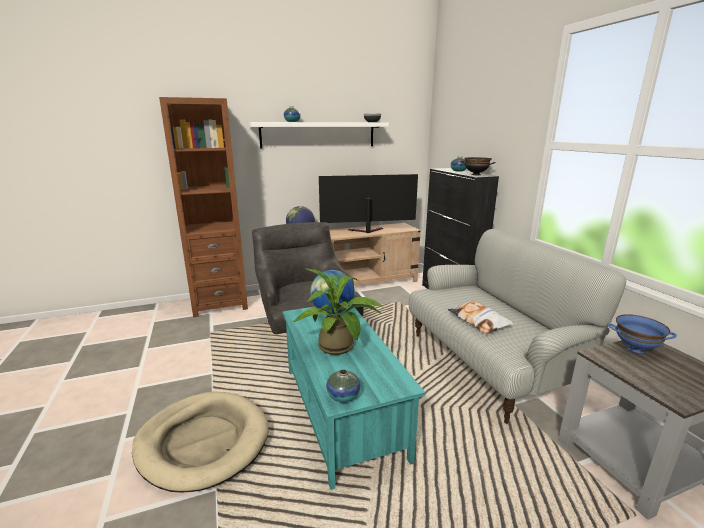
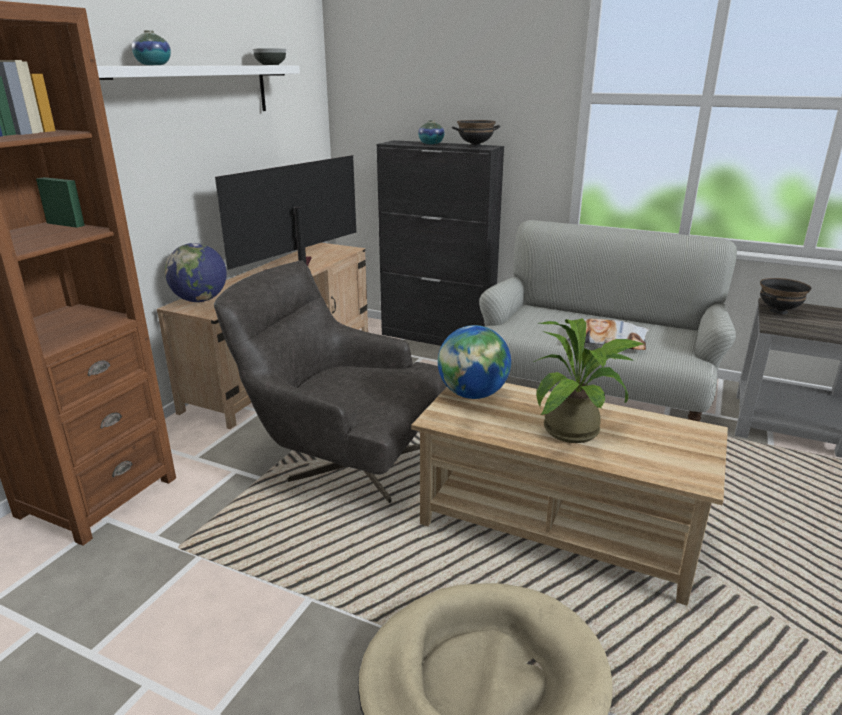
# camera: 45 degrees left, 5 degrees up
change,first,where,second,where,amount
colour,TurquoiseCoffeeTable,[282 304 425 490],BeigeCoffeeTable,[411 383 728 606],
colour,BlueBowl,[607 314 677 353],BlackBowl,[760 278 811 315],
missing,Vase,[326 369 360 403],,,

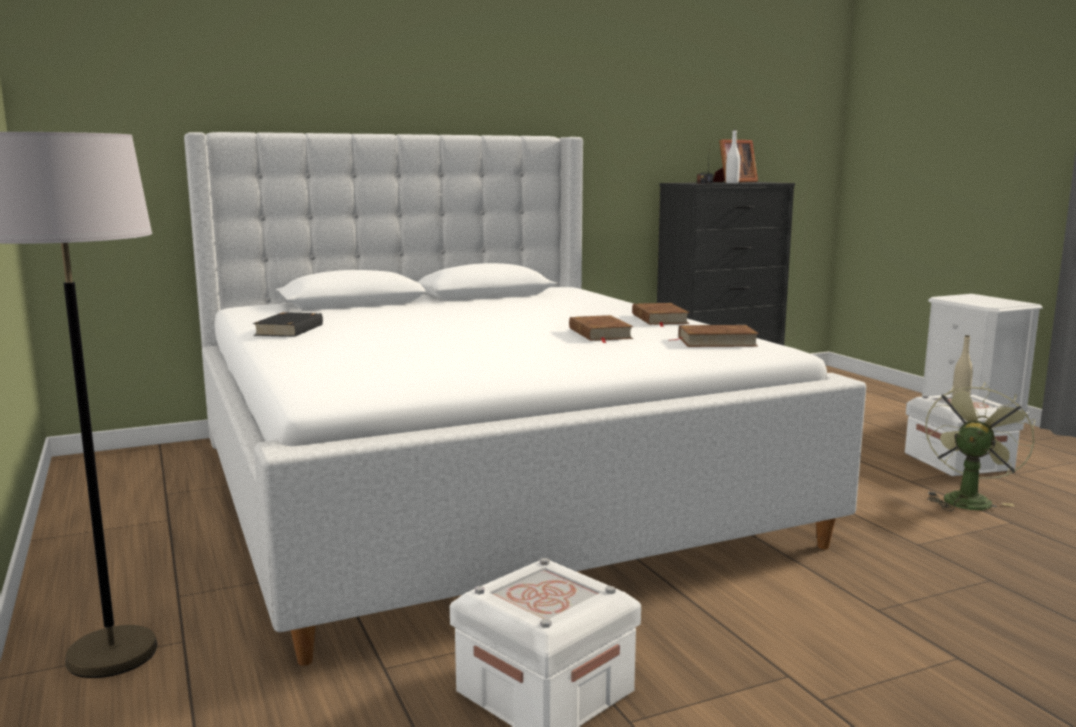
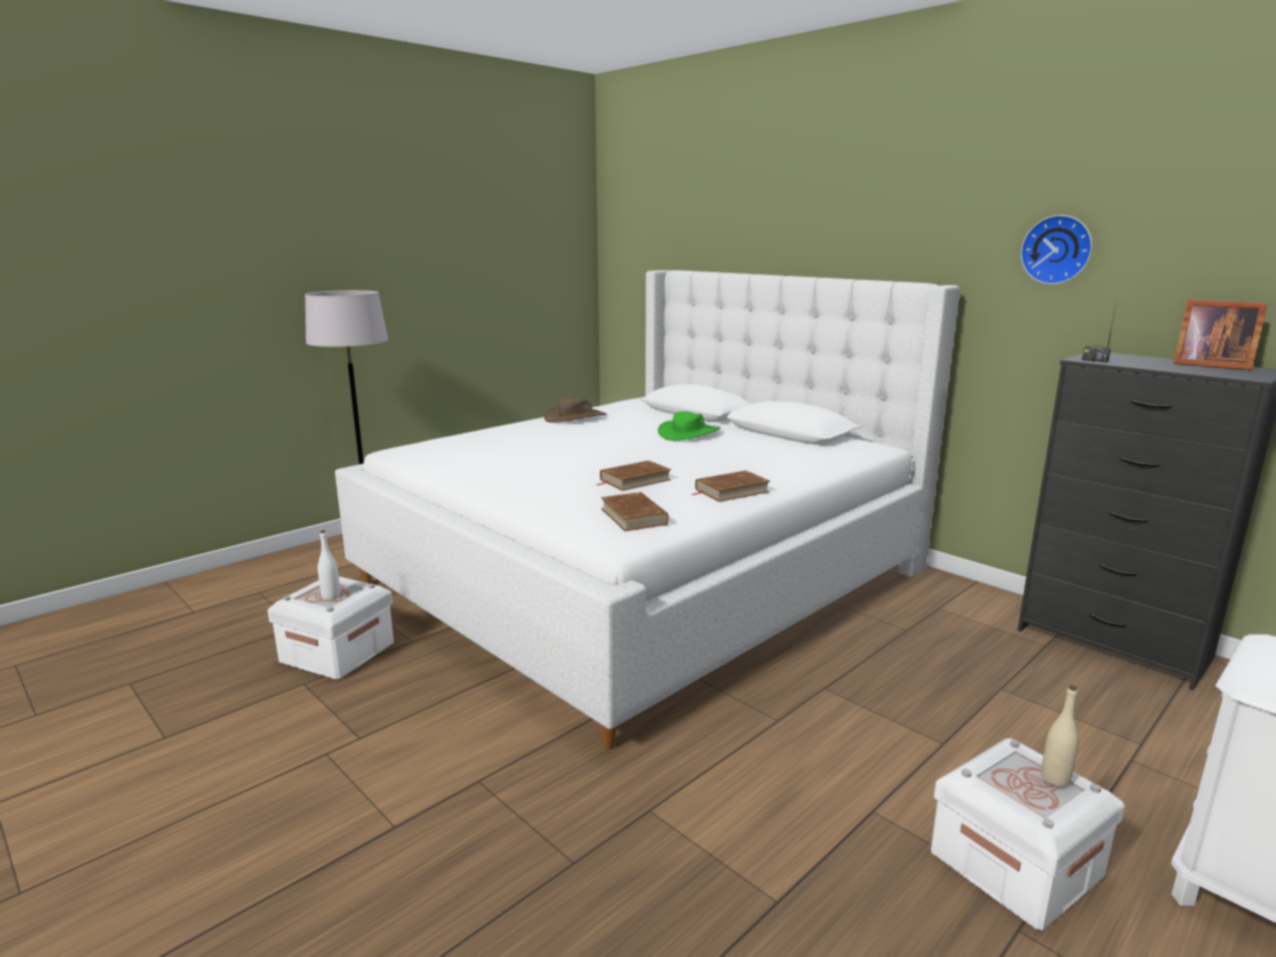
# camera: 70 degrees right, 5 degrees up
change,first,where,second,where,amount
relocated,WhiteBottle,[726 130 740 183],,[318 530 340 600],
exchanged,BlackBook,[253 312 323 337],BrownHat,[544 397 607 423],
appeared,,,GreenHat,[658 411 721 441],
appeared,,,WallClock,[1020 215 1092 285],
missing,GreenFan,[925 382 1035 511],,,

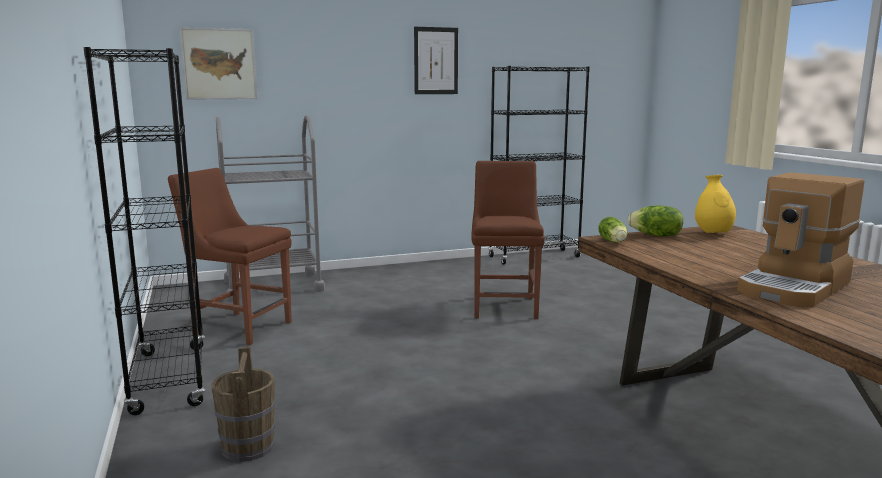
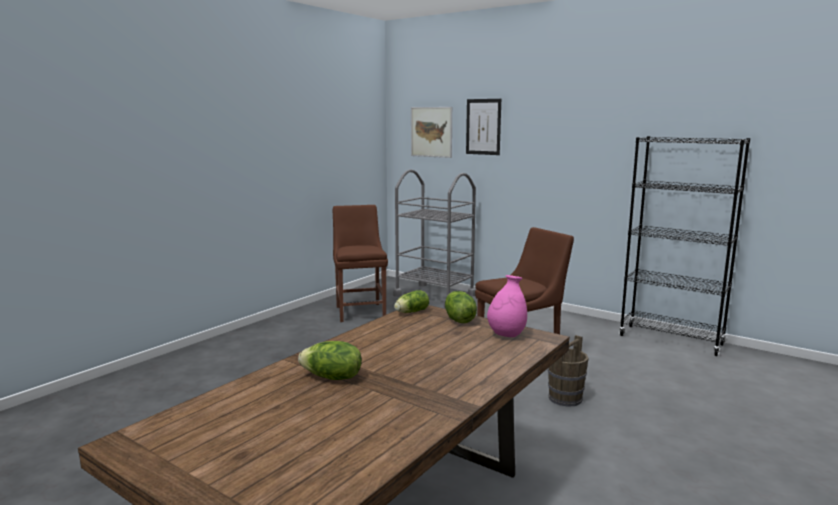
# camera: 55 degrees right, 0 degrees up
change,first,where,second,where,amount
exchanged,CoffeeMachine,[737 172 864 307],Lettuce,[298 341 362 380],
relocated,Picture,[414 27 458 94],,[466 99 501 155],
colour,YellowVase,[695 175 736 233],PinkVase,[487 275 527 337],
relocated,BrownBucket,[211 347 275 462],,[548 335 588 407],
missing,BlackBookcase,[84 47 205 415],,,

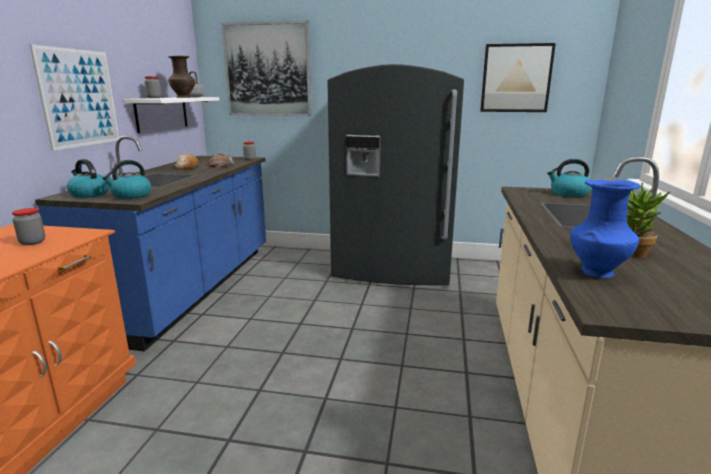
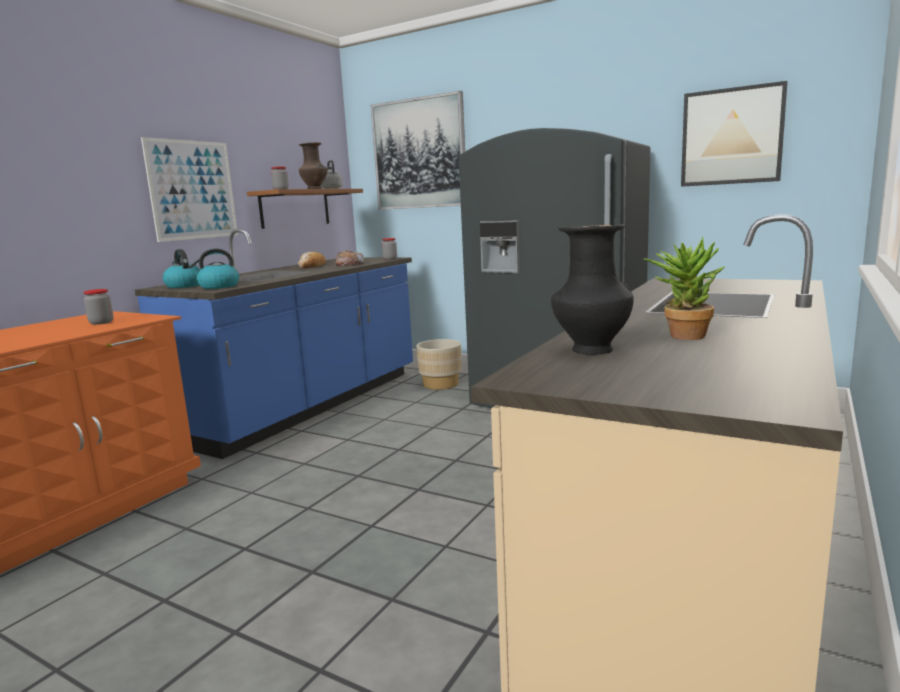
# camera: 20 degrees right, 5 degrees down
change,first,where,second,where,amount
colour,WhiteShelf,[124 97 220 133],BrownShelf,[247 189 363 229],
appeared,,,BeigePlanter,[417 339 461 390],
colour,BlueVase,[570 179 641 278],BlackVase,[551 224 634 354],
missing,Kettle,[547 159 591 197],,,

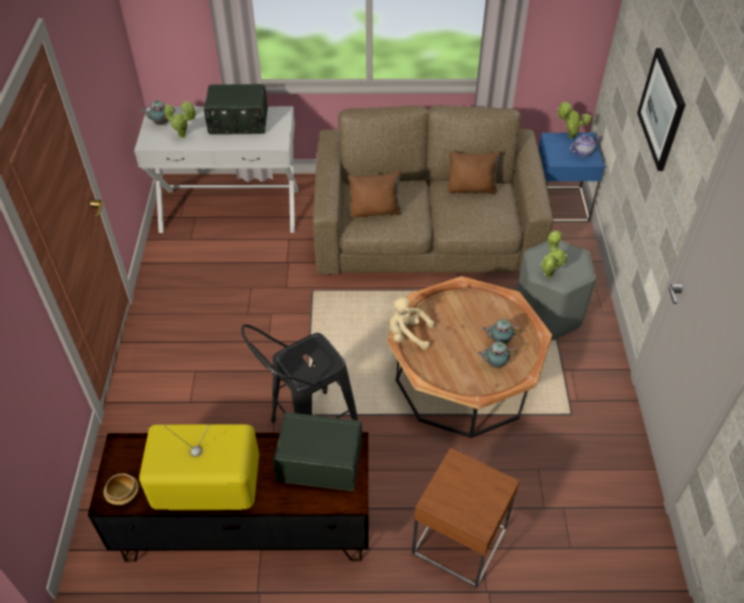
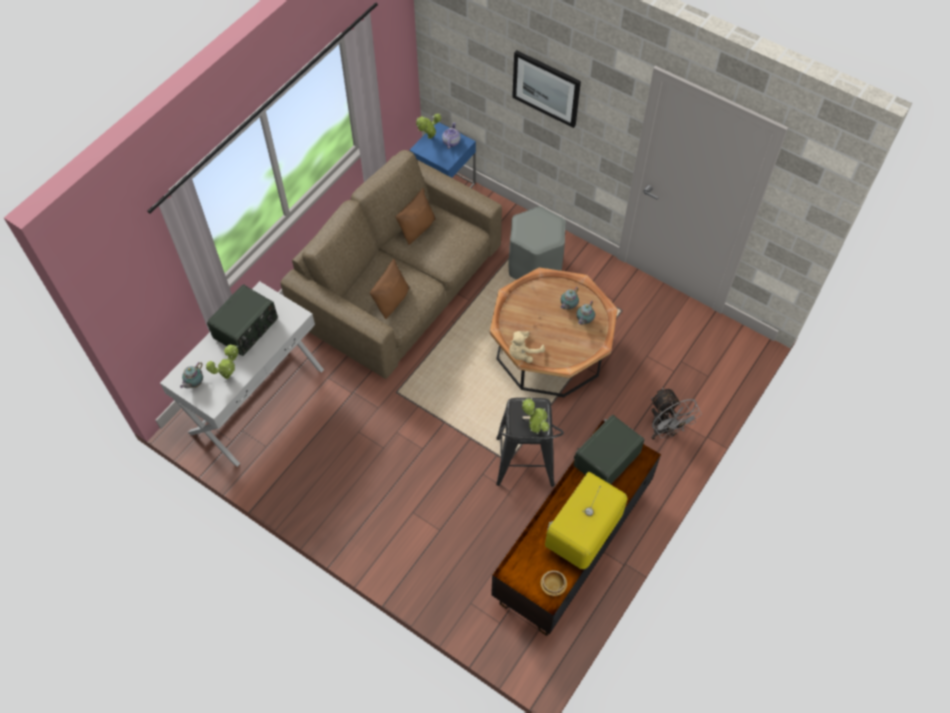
# camera: 55 degrees left, 10 degrees up
change,first,where,second,where,amount
relocated,PottedPlant,[540 231 567 278],,[522 398 550 434],
exchanged,BrownSideTable,[412 448 520 588],GreyFan,[651 388 702 440],

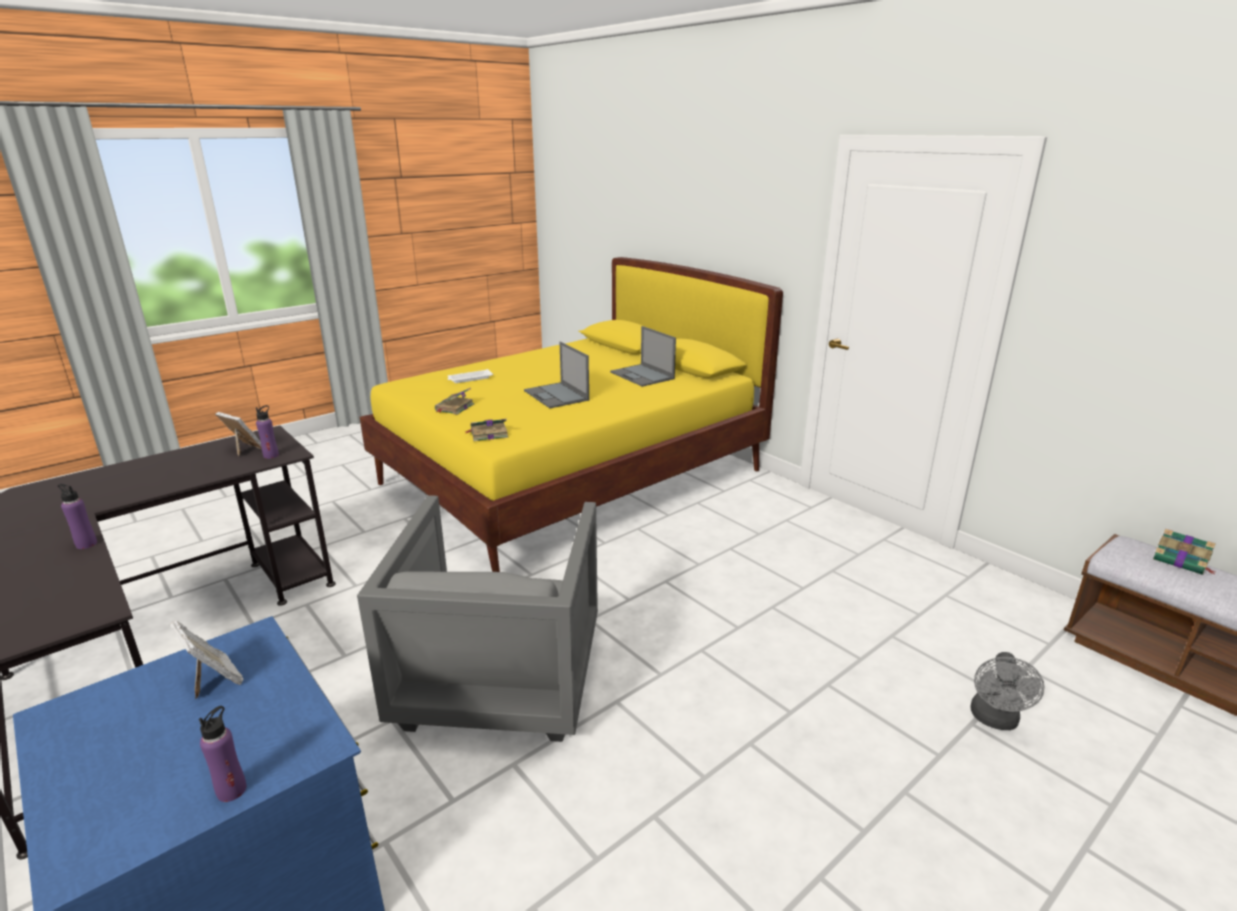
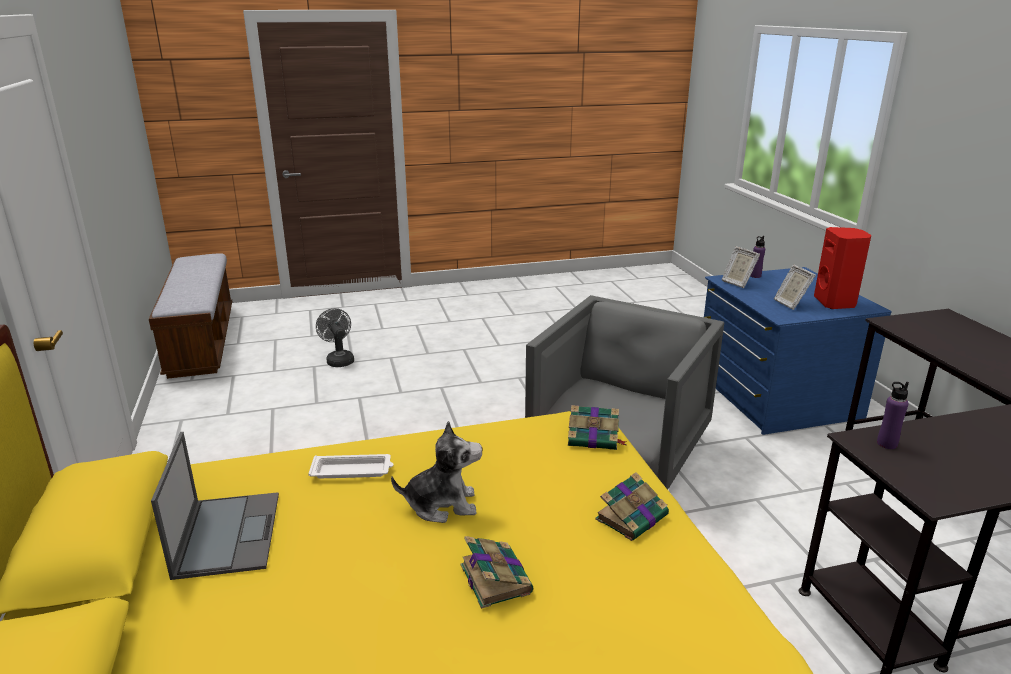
# camera: 155 degrees left, 0 degrees up
change,first,where,second,where,amount
relocated,WhiteTray,[447 369 493 383],,[308 454 394 478],
spun,GreyFan,[970 652 1045 730],,[316 308 354 367],75 degrees counterclockwise
exchanged,Laptop,[524 342 589 408],PlushToy,[391 421 483 523],
relocated,Book,[1153 529 1216 575],,[461 536 533 609],
relocated,PictureFrame,[215 412 262 457],,[722 246 760 288],
appeared,,,RedSpeaker,[814 227 871 309],
missing,PurpleBottle,[58 484 97 549],,,

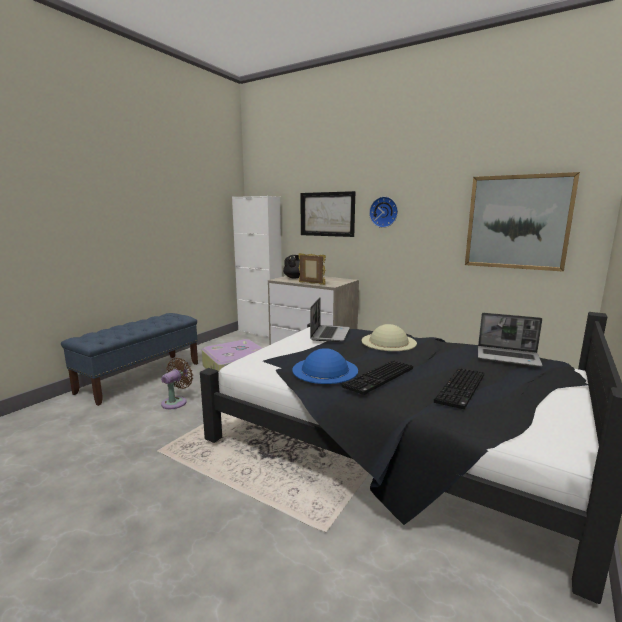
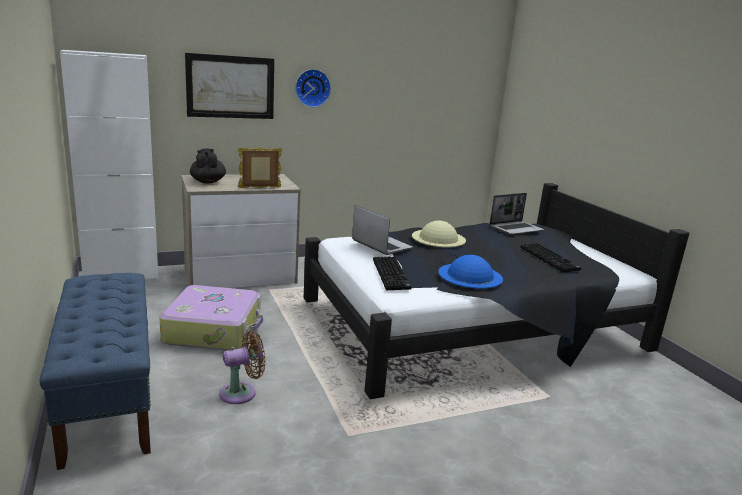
# camera: 55 degrees left, 5 degrees up
change,first,where,second,where,amount
spun,BrownFan,[161 358 193 409],,[220 331 265 404],90 degrees clockwise
relocated,Keyboard,[342 360 413 395],,[373 256 412 290],
missing,Picture,[465 172 580 272],,,

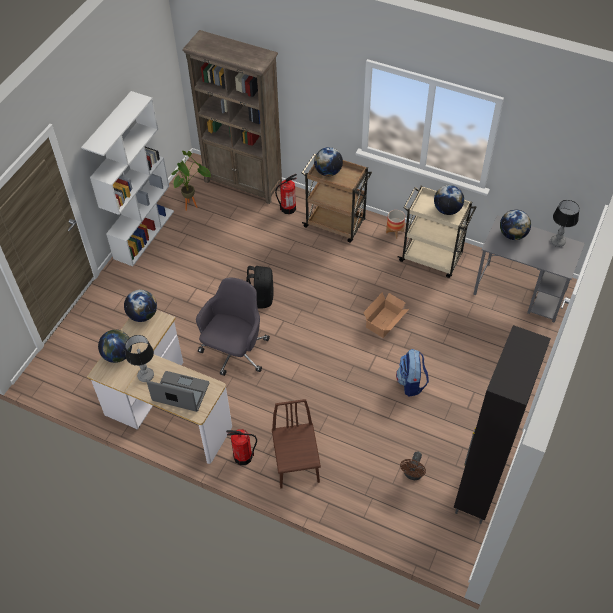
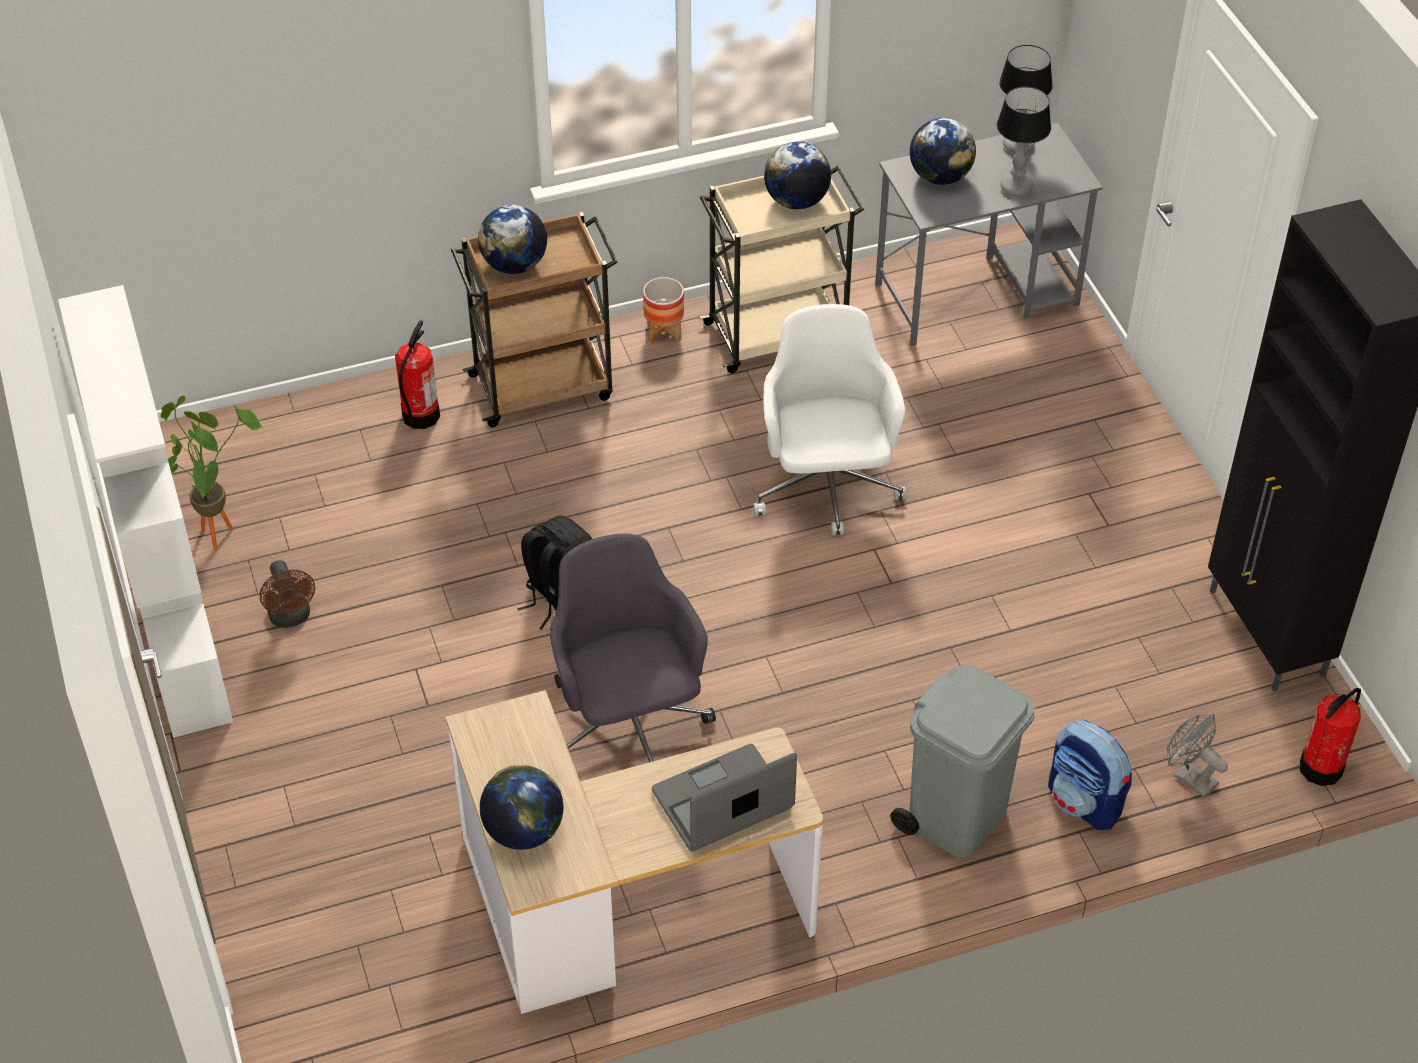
# camera: 45 degrees left, 5 degrees down
change,first,where,second,where,amount
relocated,BrownFan,[400 452 426 480],,[259 560 315 628],
exchanged,CardboardBox,[363 292 409 338],WhiteOfficeChair,[754 304 906 535],
exchanged,BrownChair,[272 399 321 489],GreyTrashCan,[890 665 1035 858],
relocated,TableLamp,[125 335 154 382],,[997 86 1051 196],
relocated,Backpack,[396 349 429 396],,[1048 720 1132 830],
appeared,,,GreyFan,[1167 714 1228 798],
relocated,FireExtinguisher,[226 429 257 465],,[1300 688 1361 786],
missing,Globe,[124 290 157 322],,,
missing,BrownBookcase,[182 30 282 204],,,

